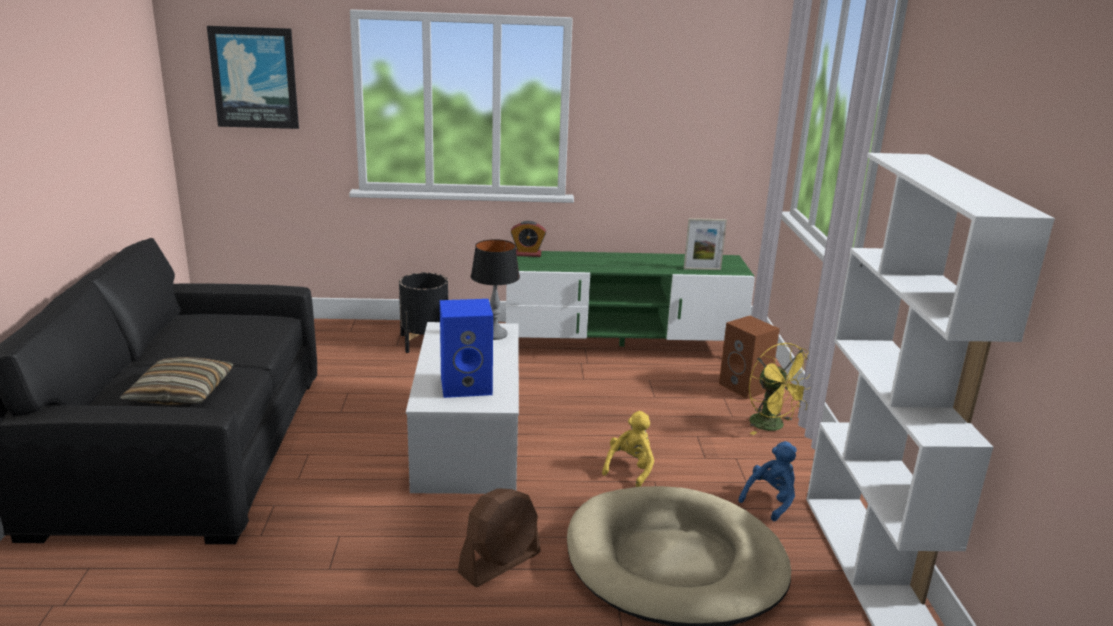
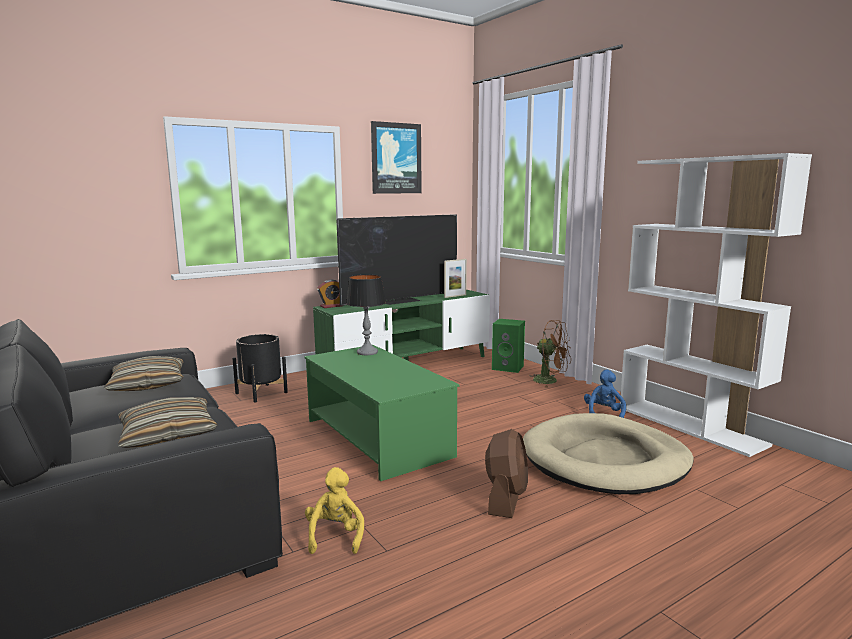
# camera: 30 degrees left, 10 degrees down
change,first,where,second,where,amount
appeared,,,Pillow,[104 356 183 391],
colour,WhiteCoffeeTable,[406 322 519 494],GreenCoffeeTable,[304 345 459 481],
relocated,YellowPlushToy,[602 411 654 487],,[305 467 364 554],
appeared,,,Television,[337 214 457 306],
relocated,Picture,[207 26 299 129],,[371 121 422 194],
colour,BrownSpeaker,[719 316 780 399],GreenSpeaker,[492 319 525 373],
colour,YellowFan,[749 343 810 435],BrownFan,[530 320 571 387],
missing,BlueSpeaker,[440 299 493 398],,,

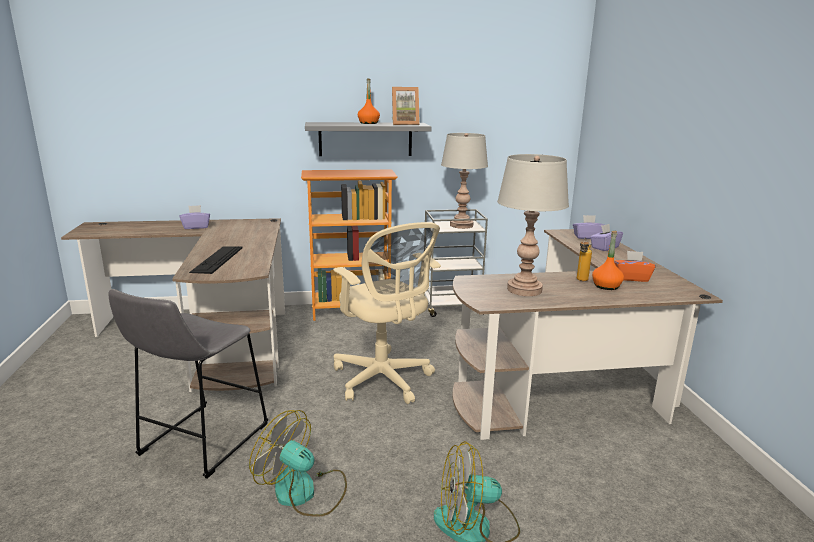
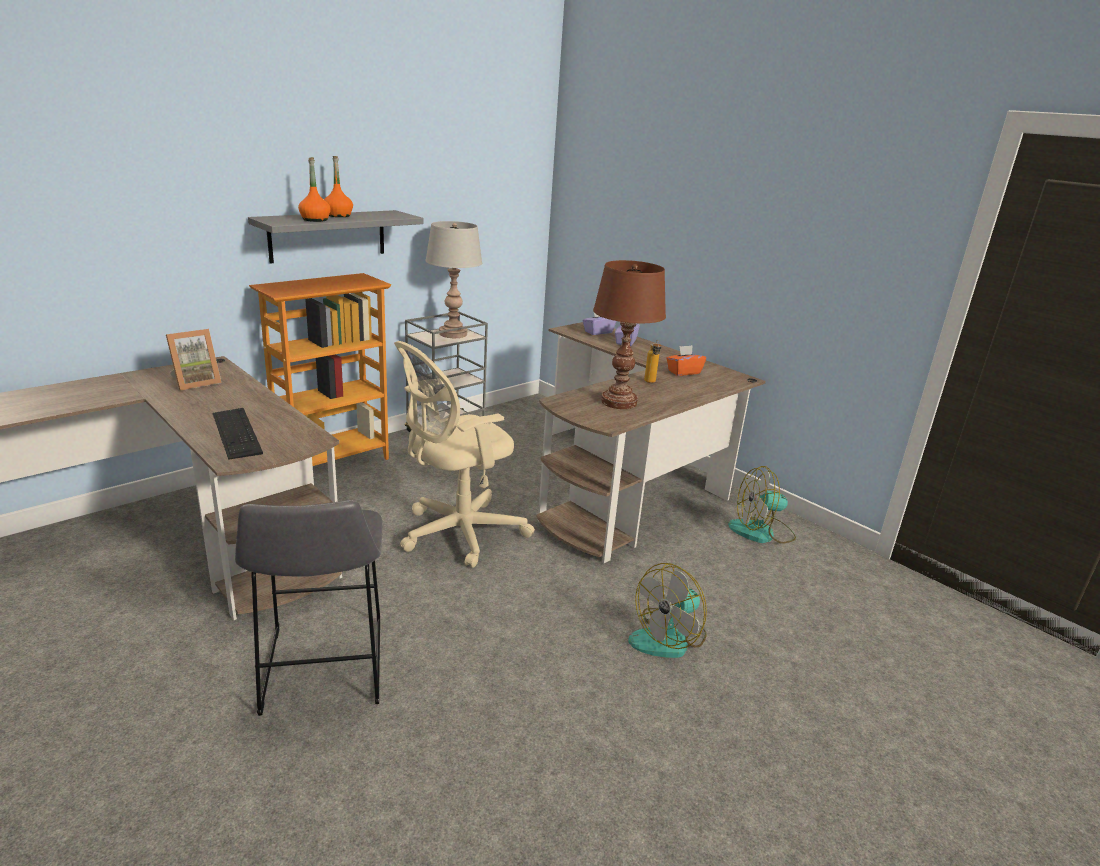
# camera: 35 degrees left, 5 degrees up
change,first,where,second,where,amount
relocated,PictureFrame,[392 87 420 125],,[166 329 222 391],
relocated,OrangeBottle,[592 231 624 290],,[298 157 331 222],
spun,BeigeOfficeChair,[333 222 441 404],,[394 341 535 568],120 degrees clockwise
colour,GreyTableLamp,[497 154 569 296],BrownTableLamp,[593 260 666 409],
relocated,Fan,[249 410 347 517],,[728 466 796 544],
missing,PurpleTissueBox,[180 205 210 229],,,

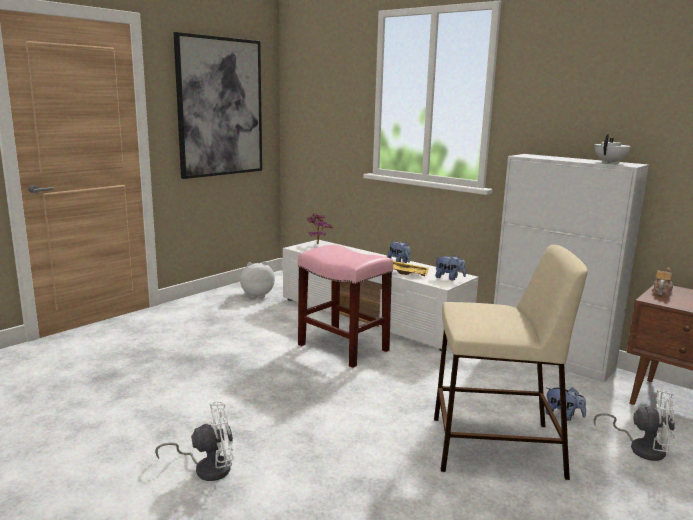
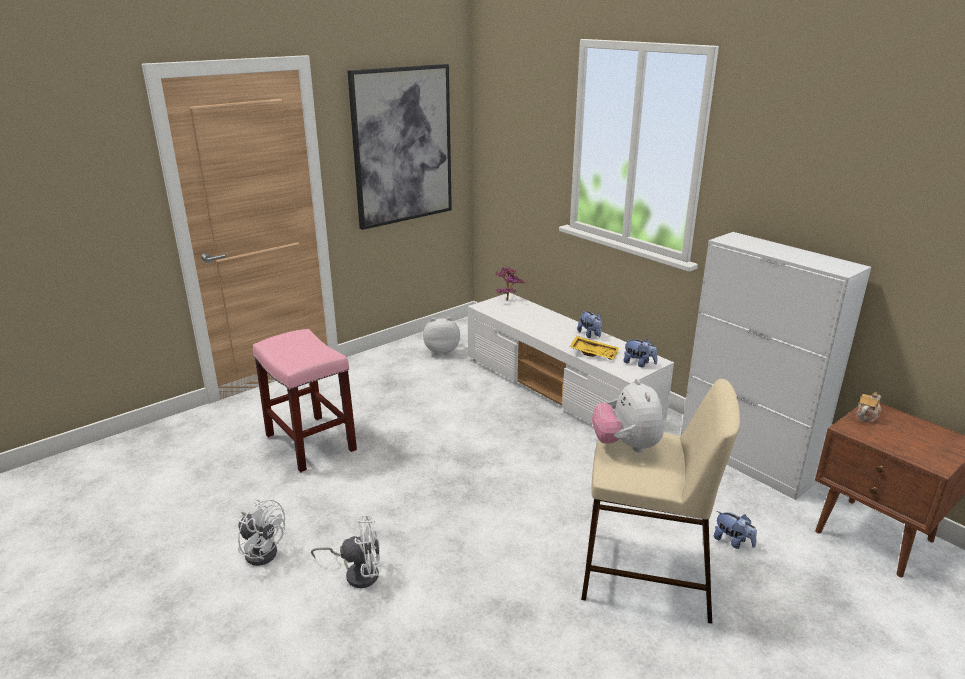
# camera: 10 degrees right, 10 degrees up
change,first,where,second,where,amount
relocated,WhiteFan,[594 390 675 461],,[237 499 285 566],
relocated,PinkStool,[298 245 393 368],,[253 329 357 473],
appeared,,,PlushToy,[592 378 664 452],
missing,WhiteTeapot,[594 134 631 164],,,

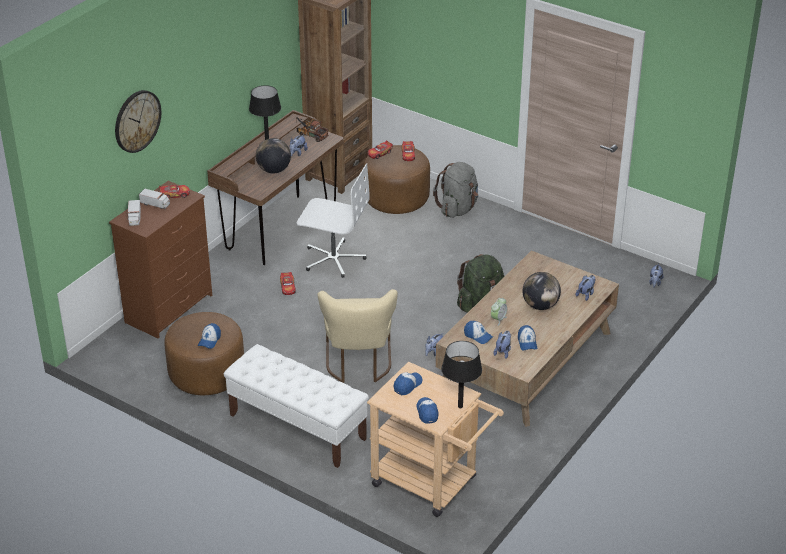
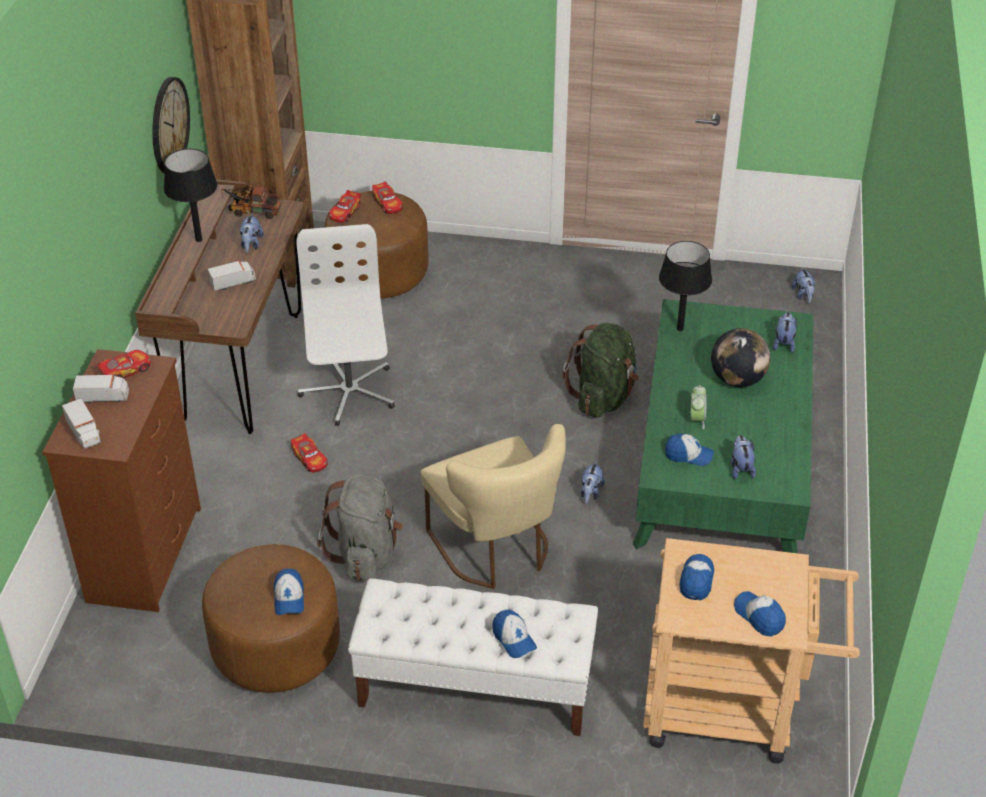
# camera: 25 degrees left, 5 degrees up
change,first,where,second,where,amount
relocated,WallClock,[115 90 161 153],,[152 77 190 173],
exchanged,Globe,[256 138 291 173],ToyTruck,[208 260 256 291],
spun,WhiteOfficeChair,[296 163 370 278],,[296 224 395 426],90 degrees counterclockwise
relocated,GreyBackpack,[433 162 478 218],,[317 475 403 581],
relocated,Cap,[518 325 537 350],,[492 610 537 658],
colour,BrownCoffeeTable,[436 250 619 427],GreenCoffeeTable,[633 299 813 553],
relocated,BlackTableLamp,[441 341 482 408],,[659 241 712 331],

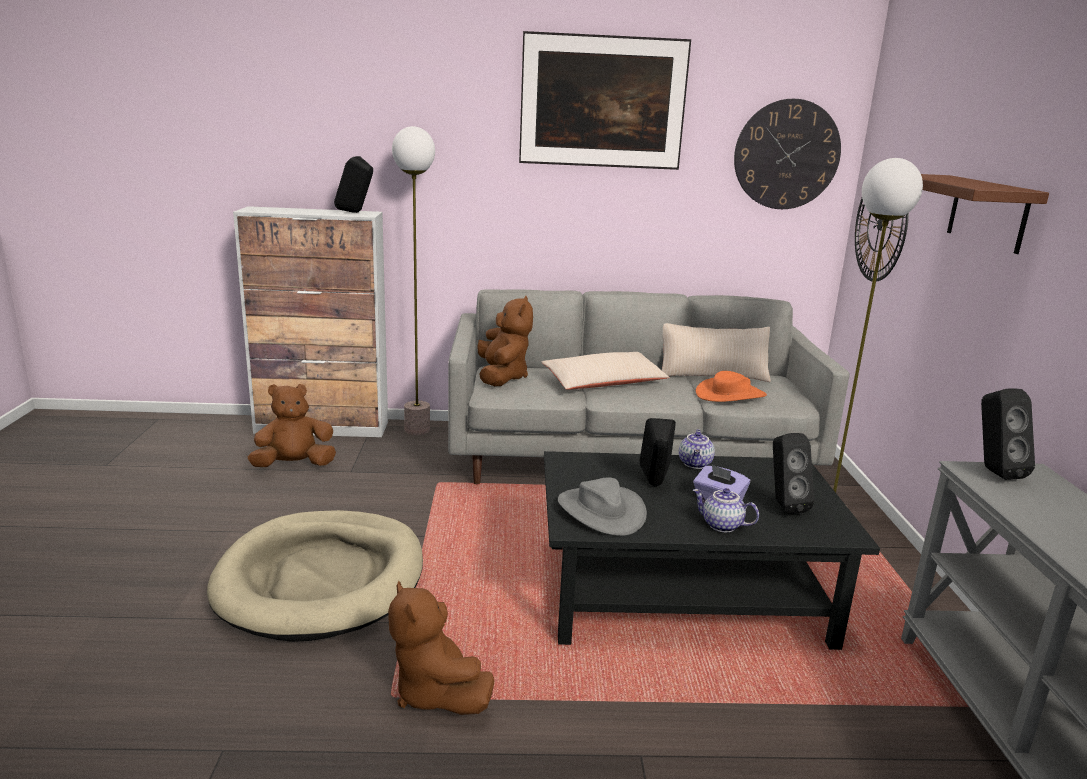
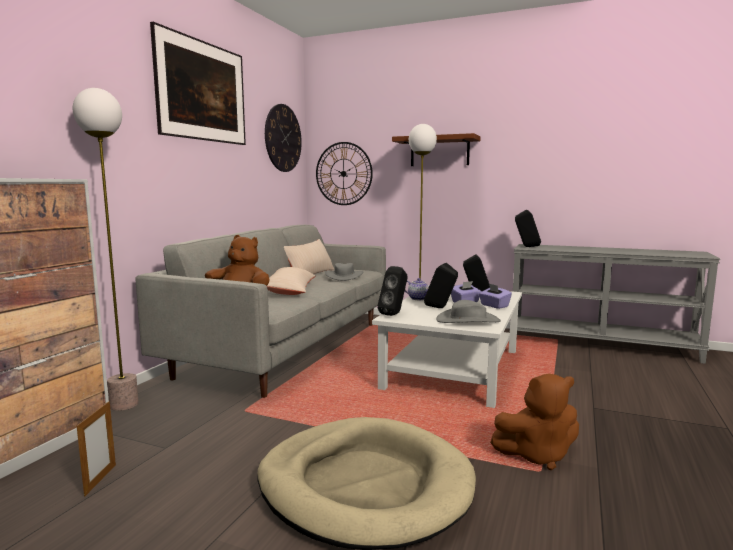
# camera: 65 degrees left, 10 degrees down
change,first,where,second,where,amount
exchanged,BrownPlushToy,[248 384 336 467],PictureFrame,[77 401 116 496],
colour,OrangeHat,[696 371 767 402],GreyHat,[325 263 363 281],
colour,BlackCoffeeTable,[544 451 880 650],WhiteCoffeeTable,[372 285 522 408],
relocated,BlackSpeaker,[334 156 373 213],,[378 266 408 316],
exchanged,Teapot,[693 488 759 532],PurpleTissueBox,[479 284 512 309],

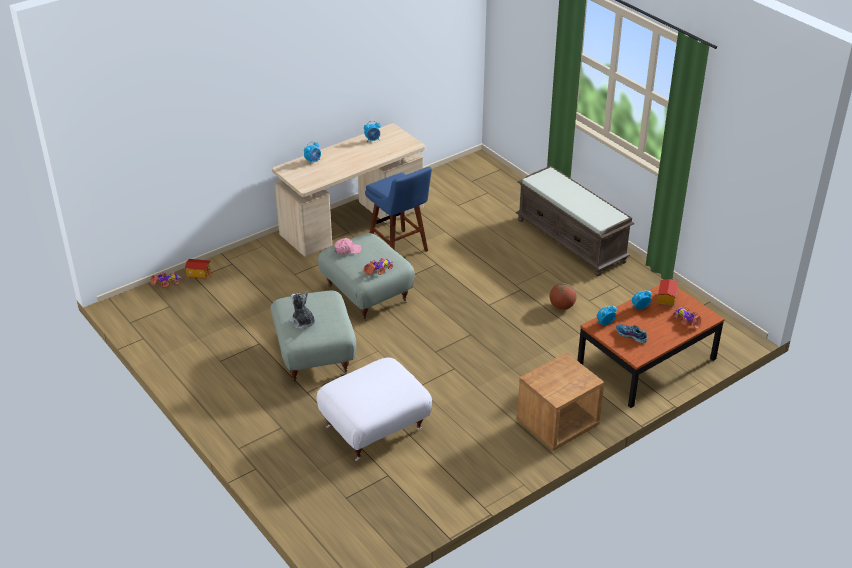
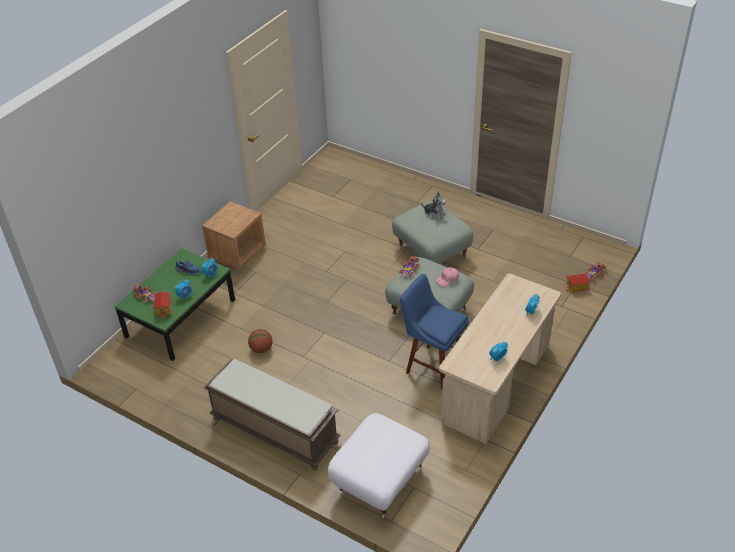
# camera: 160 degrees right, 5 degrees up
change,first,where,second,where,amount
colour,BrownCoffeeTable,[577 285 725 408],GreenCoffeeTable,[115 248 235 361],
relocated,WhiteOttoman,[317 358 432 461],,[328 413 430 518],

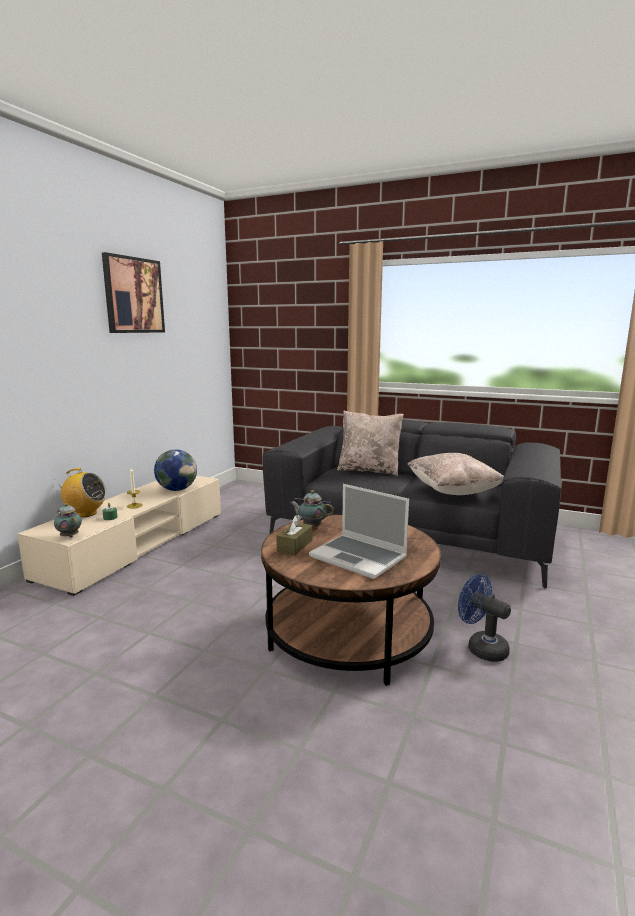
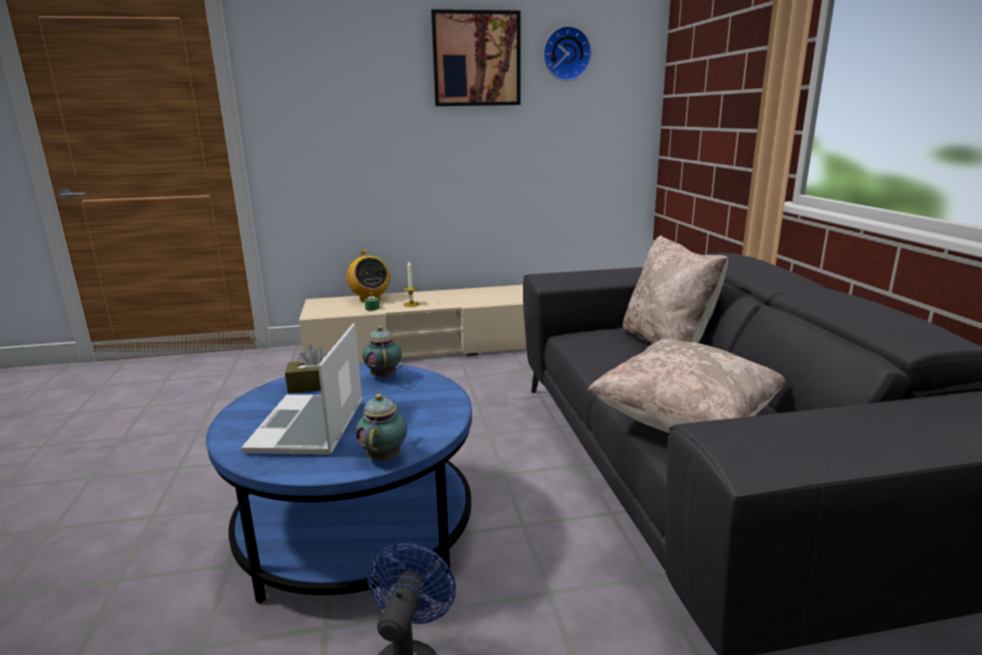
# camera: 55 degrees right, 5 degrees up
change,first,where,second,where,amount
colour,BrownCoffeeTable,[261 515 441 686],BlueCoffeeTable,[206 363 472 604],
relocated,Teapot,[54 503 82 537],,[356 394 407 462],
appeared,,,WallClock,[543 26 592 81],
missing,Globe,[154 449 197 491],,,

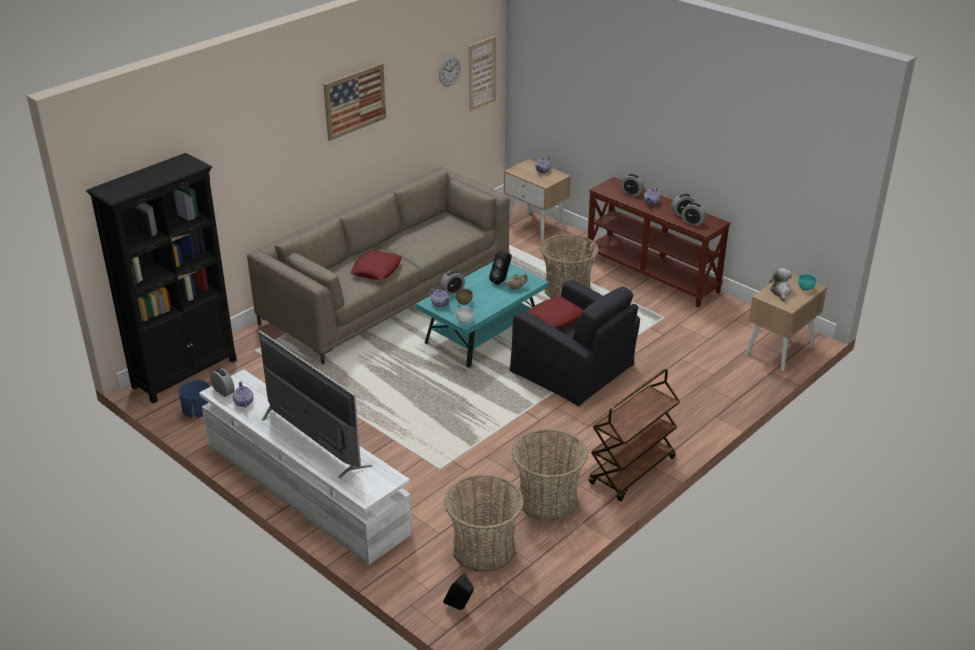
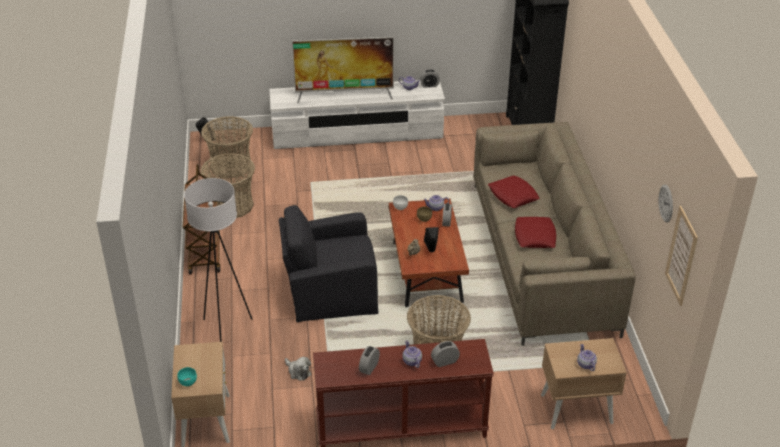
# camera: 130 degrees right, 5 degrees up
change,first,where,second,where,amount
appeared,,,WhiteFloorLamp,[184 178 252 342],
relocated,PlushToy,[769 268 792 302],,[285 357 311 381],
colour,TurquoiseCoffeeTable,[416 261 549 368],BrownCoffeeTable,[389 199 469 307],
relocated,RedPillow,[528 297 584 329],,[515 217 556 248],
missing,BluePlanter,[179 380 210 418],,,
missing,Picture,[323 63 386 141],,,
missing,AlarmClock,[682 202 706 226],,,

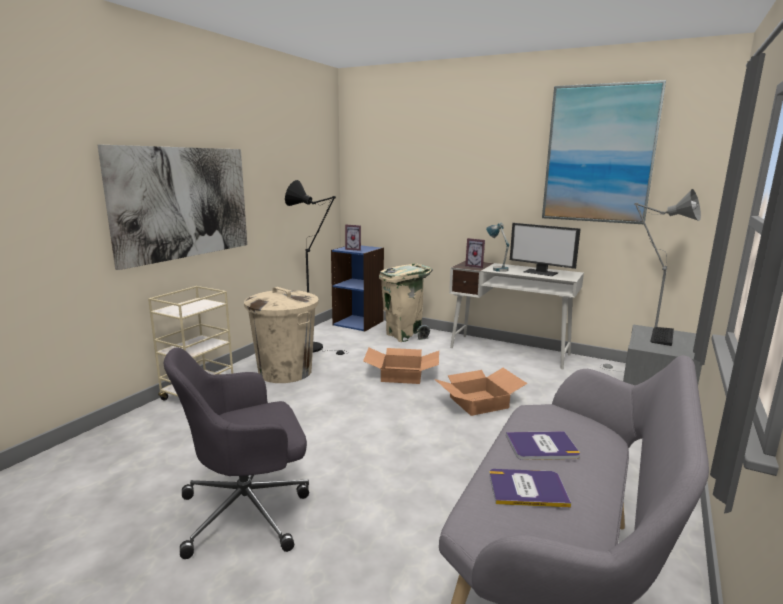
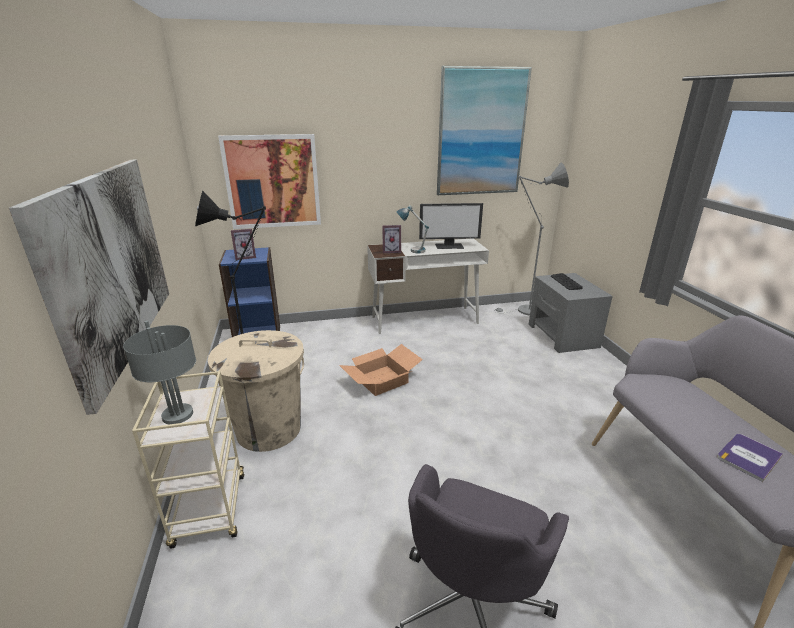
# camera: 40 degrees left, 10 degrees up
change,first,where,second,where,amount
appeared,,,GreyTableLamp,[123 321 196 424],
appeared,,,Picture,[218 134 321 229],
missing,BeigeTrashCan,[379 263 433 342],,,
missing,CardboardBox,[434 368 528 416],,,
missing,Book,[506 431 580 460],,,

